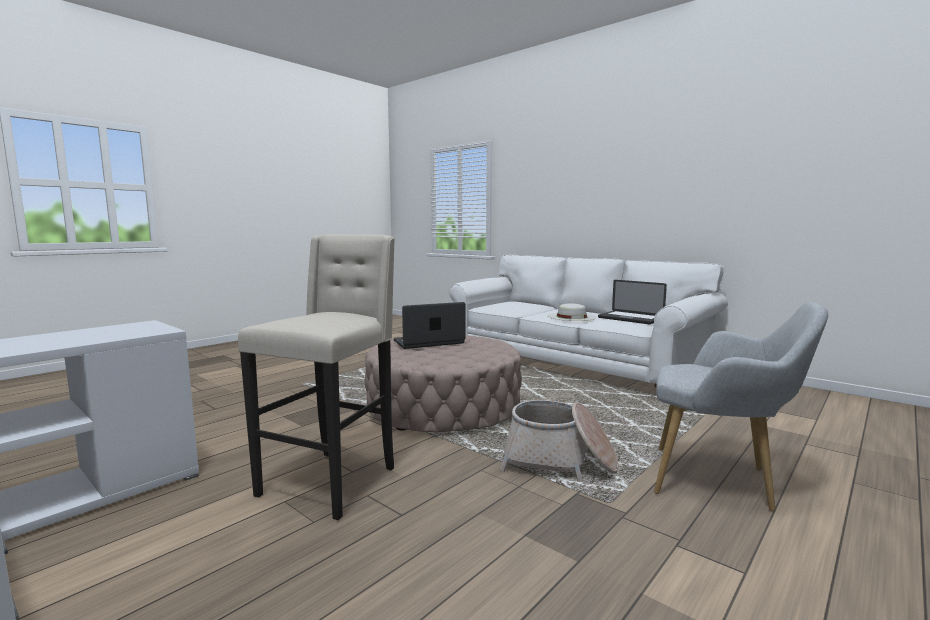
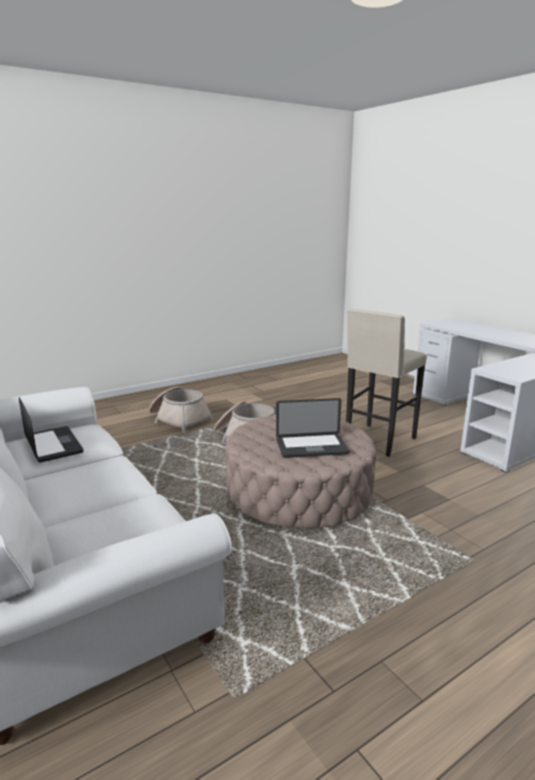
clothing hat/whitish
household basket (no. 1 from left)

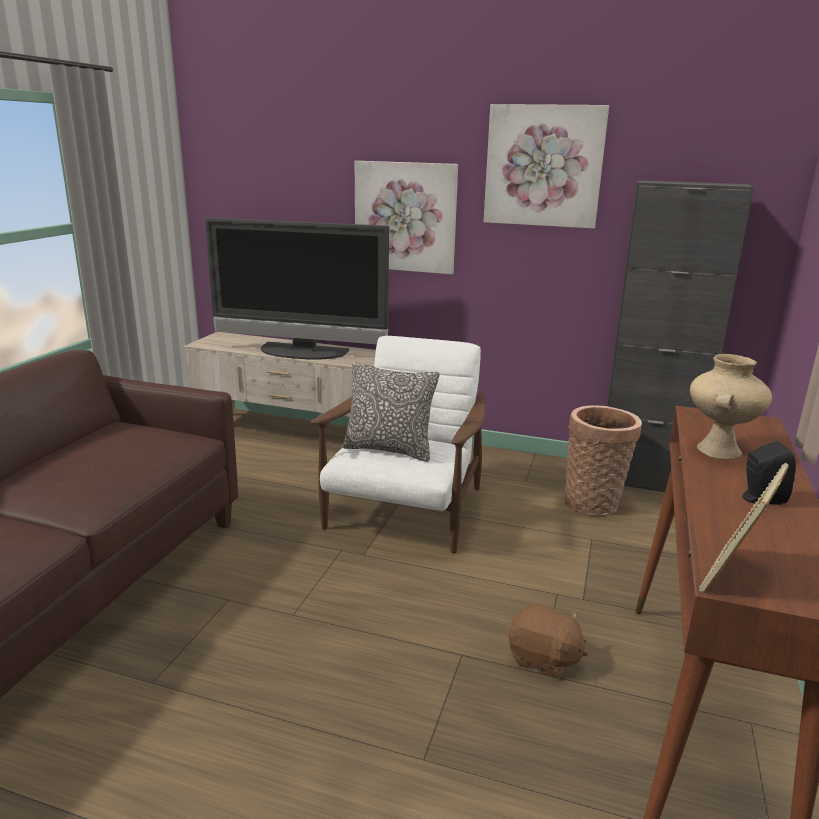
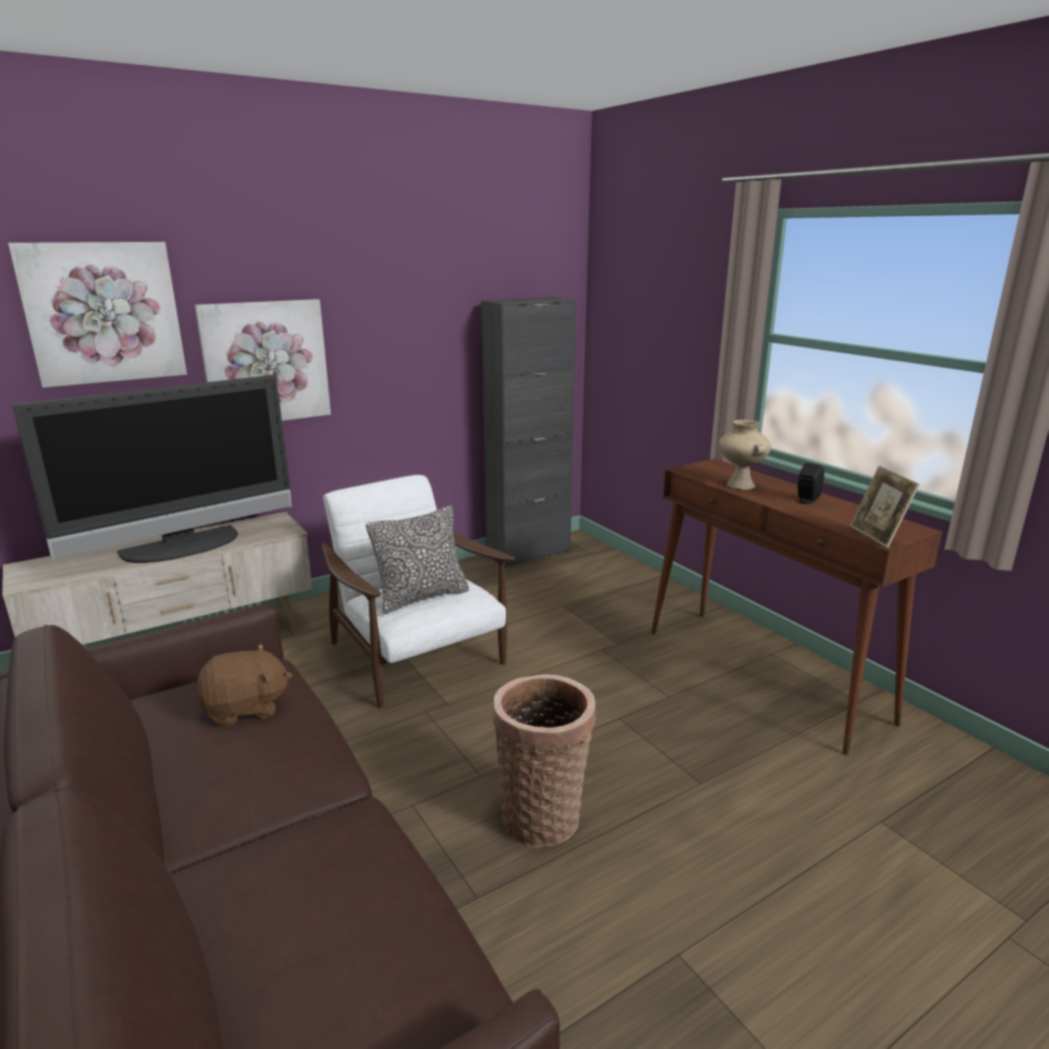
wall art (no. 1 from left)
soft toy/brown-coloured
household basket

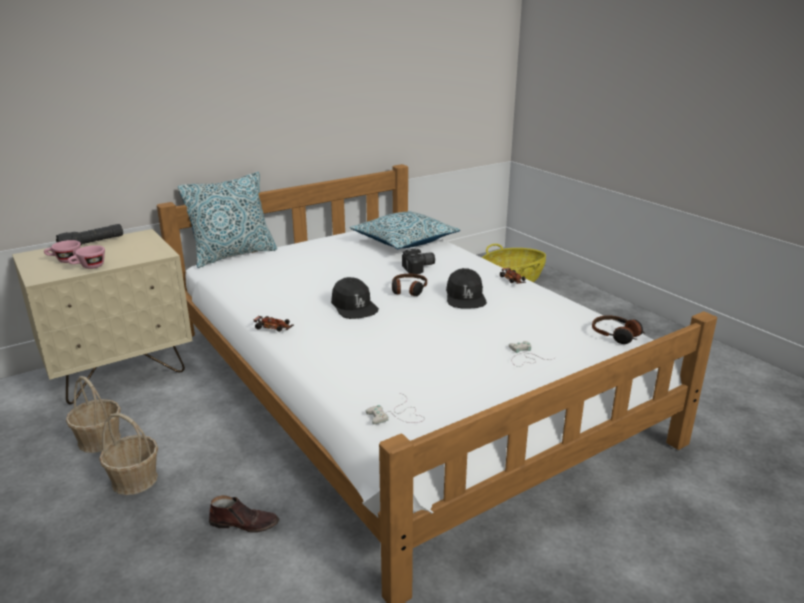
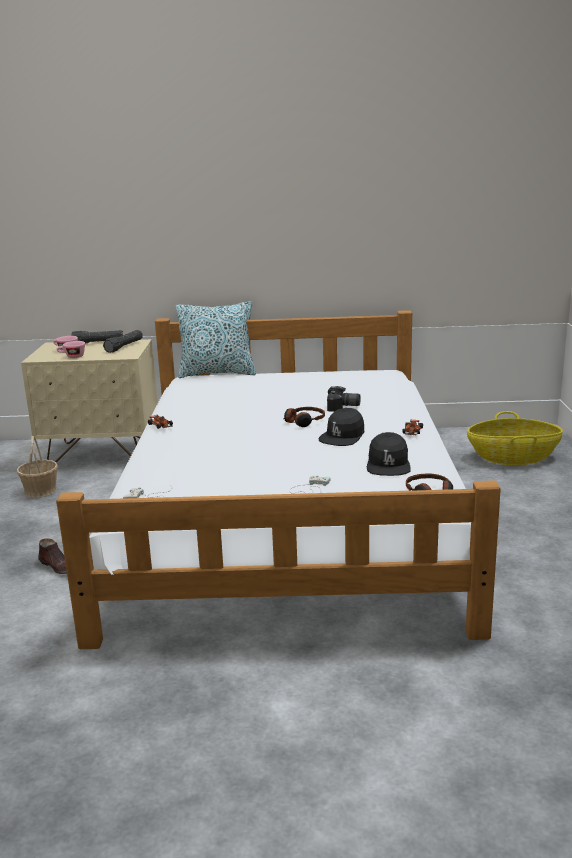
household basket (no. 2 from left in the first image)
cap/black (no. 2 from left)
cushion (no. 2 from left in the first image)
torch/black (no. 2 from left)

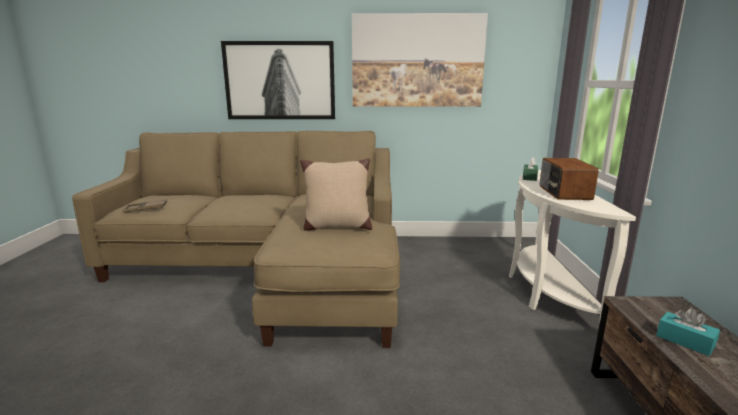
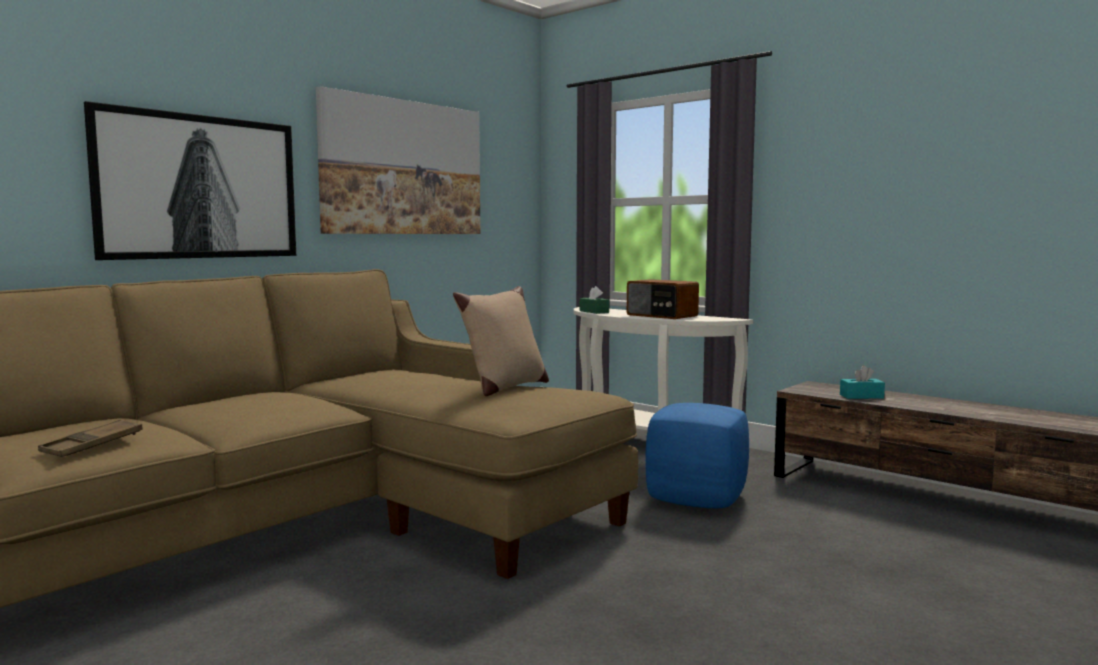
ottoman/bluish

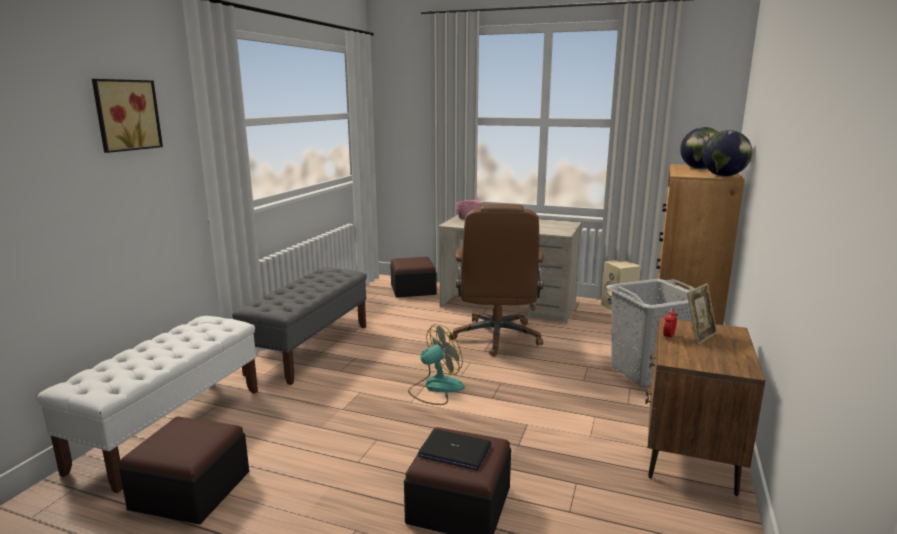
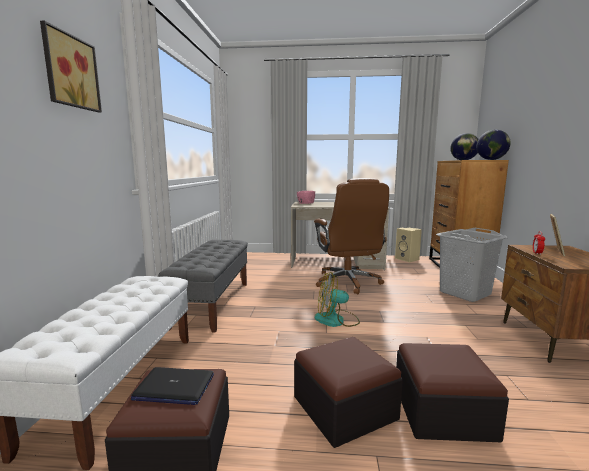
ottoman (no. 2 from left)
cooling fan
portable computer

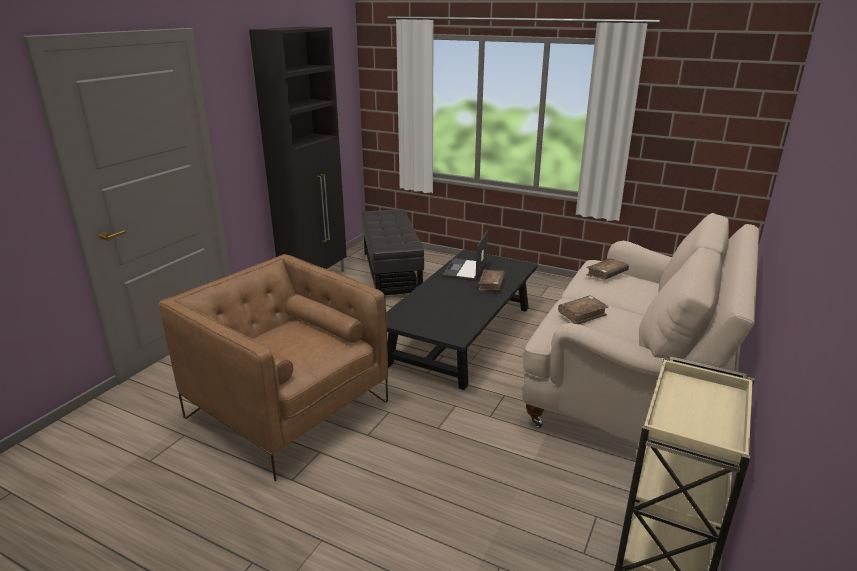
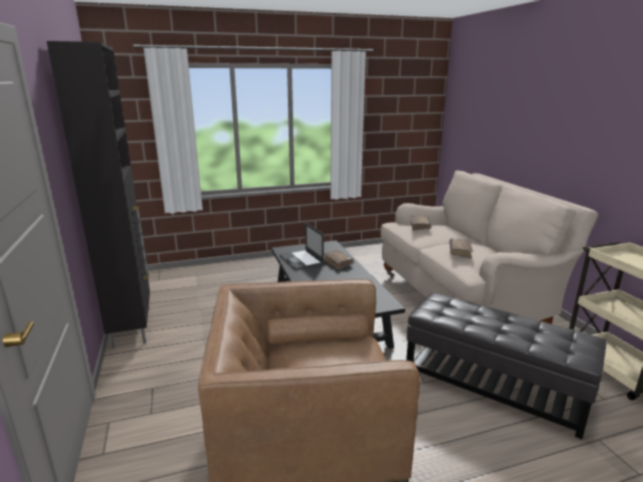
ottoman/black

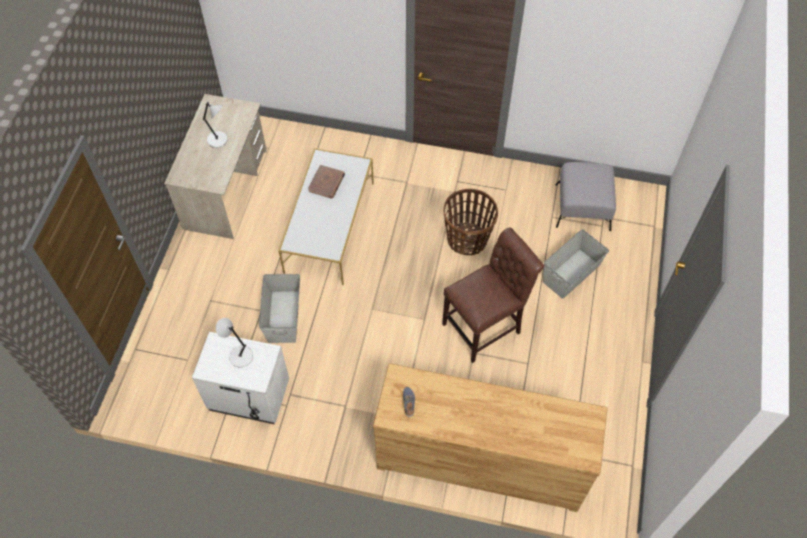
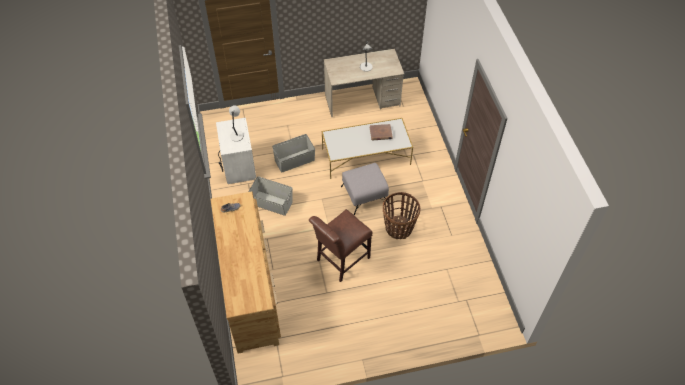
chair/brown-coloured
storage box/greyish (no. 1 from left)
ottoman/greyish

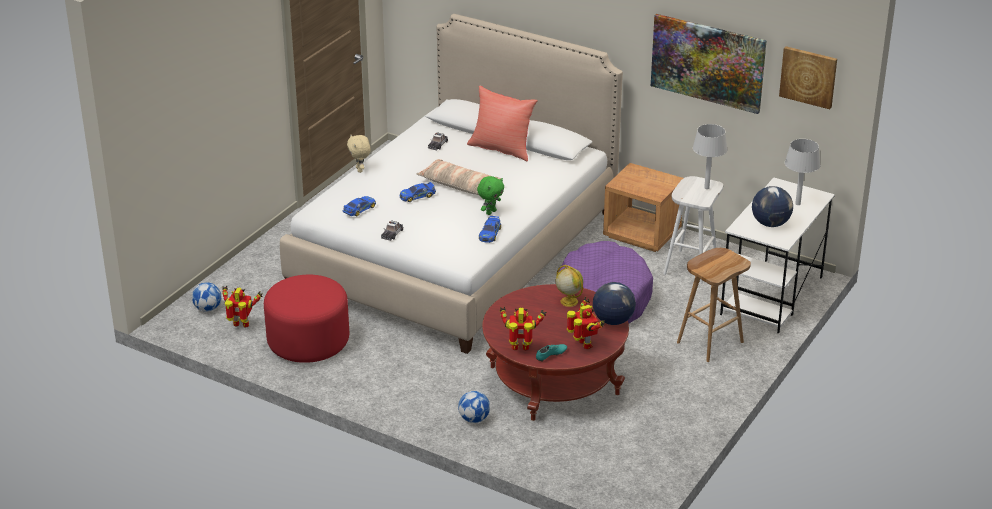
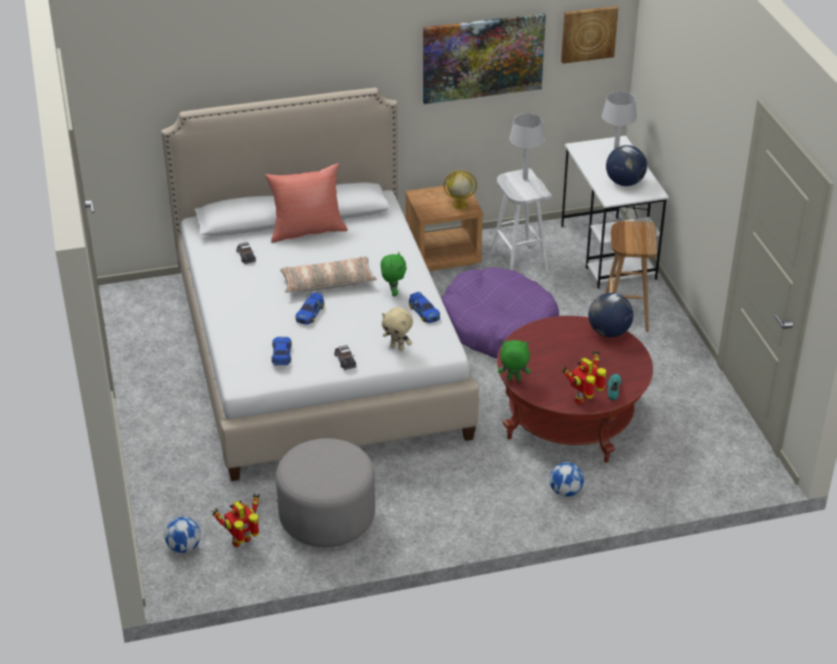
ottoman/greyish
soft toy/beige-coloured
globe (no. 1 from left)
toy robot (no. 3 from left in the first image)
soft toy/greenish (no. 2 from left)

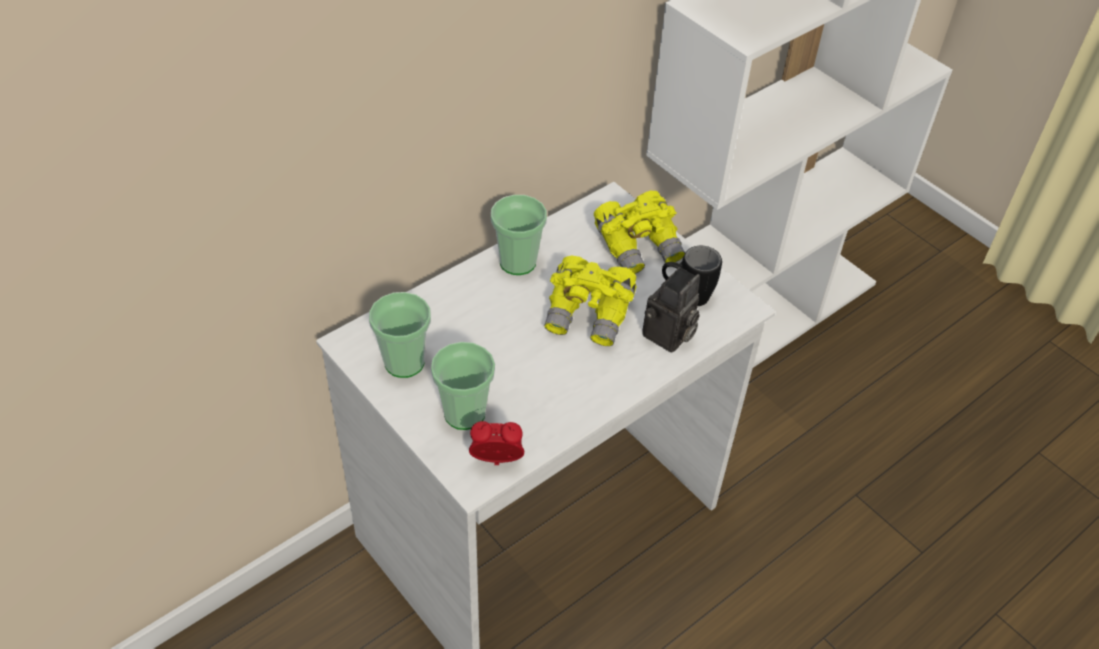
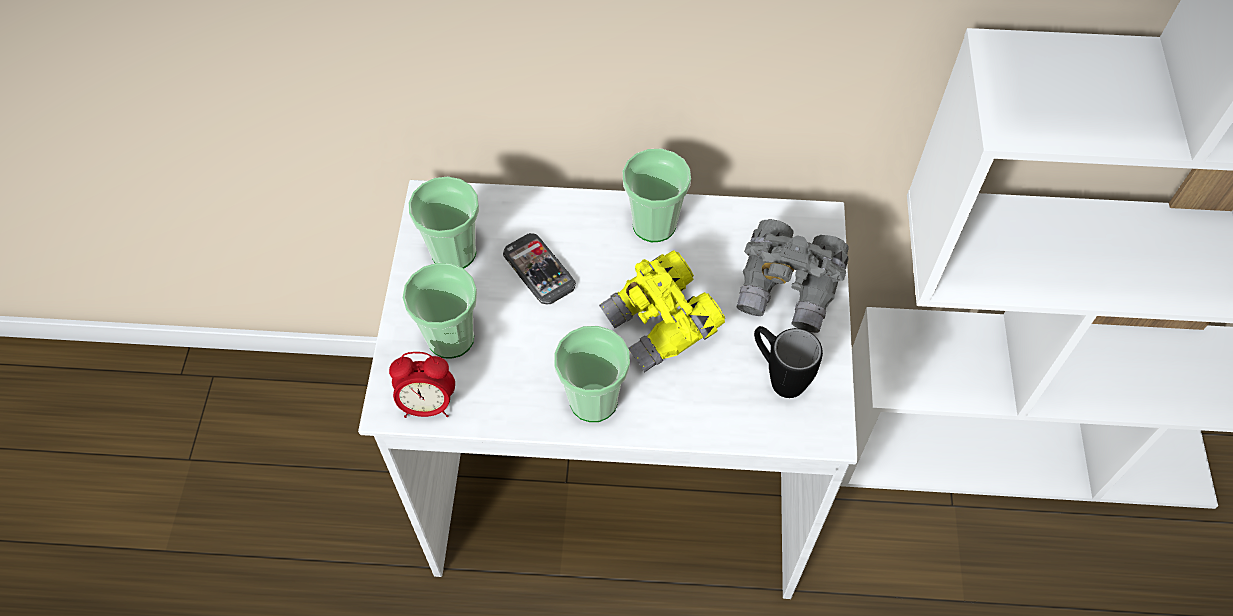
table clock
pair of binoculars/greyish
still camera
phone
cup (no. 3 from left)

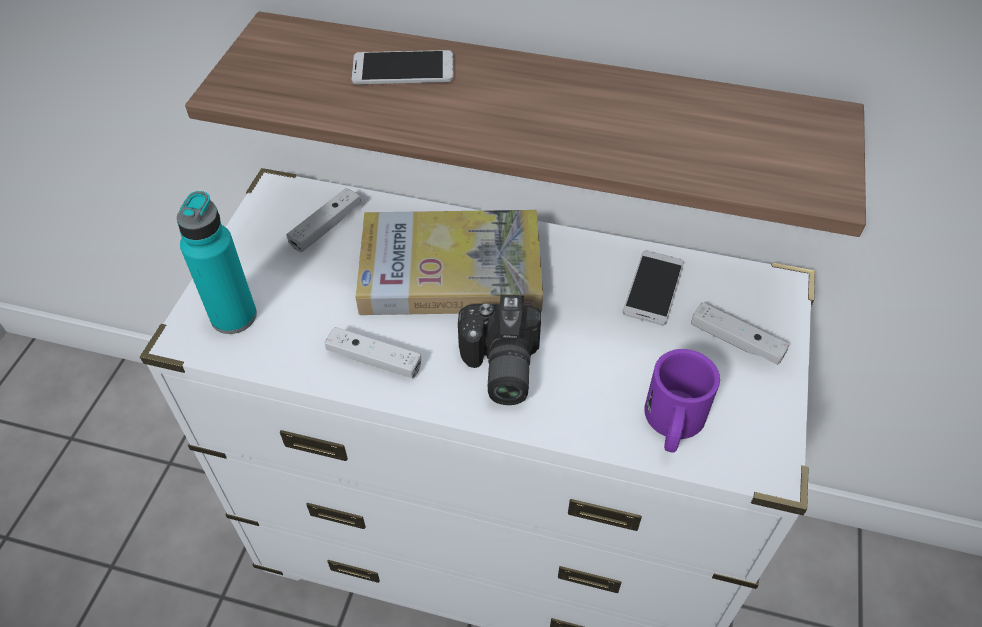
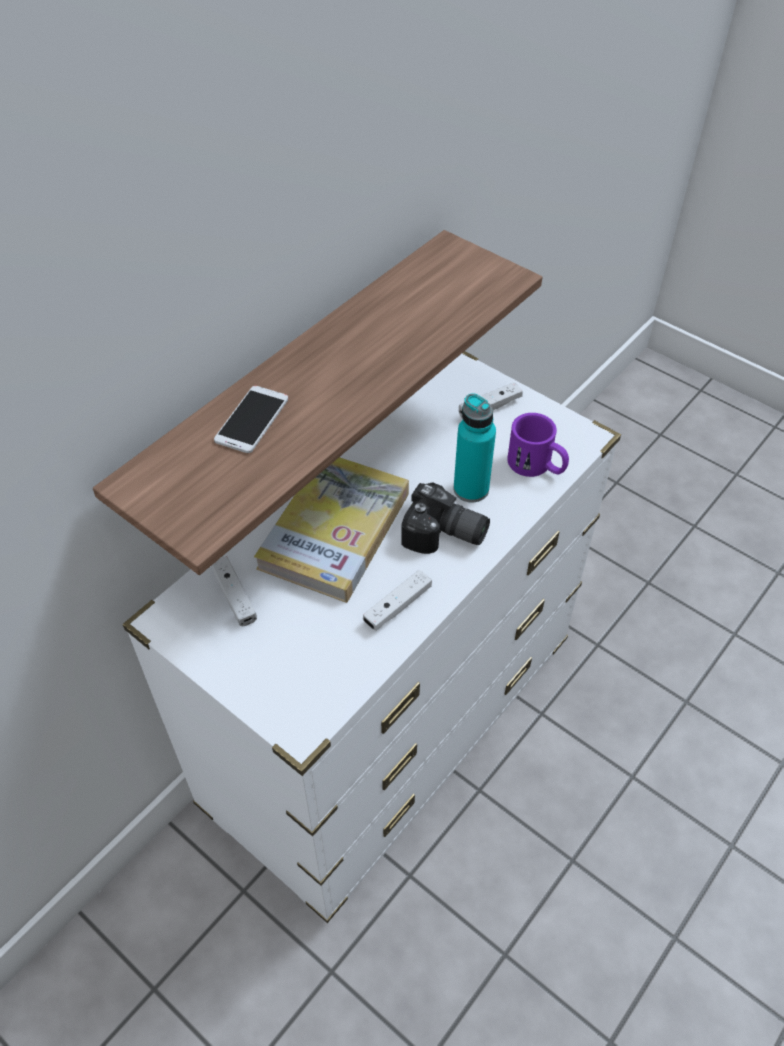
beverage bottle/blue-green
phone (no. 2 from left in the first image)

